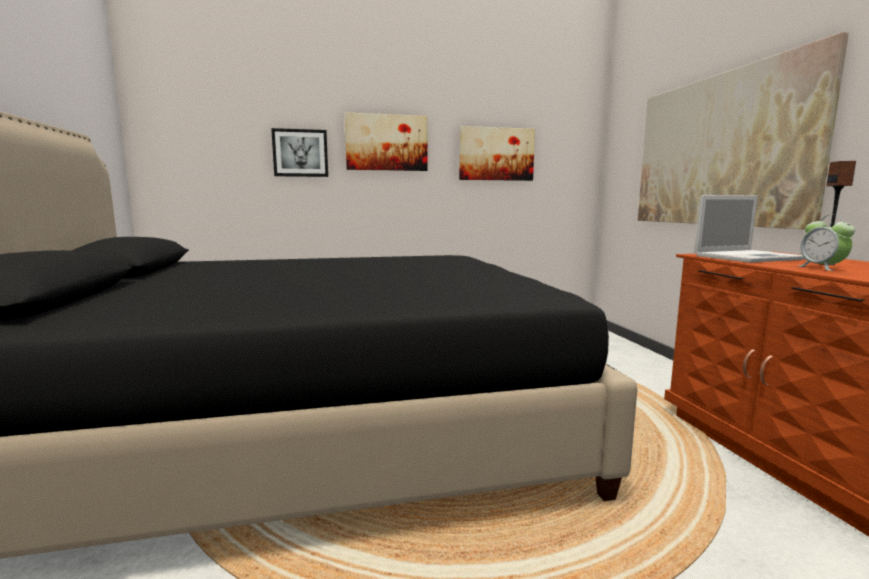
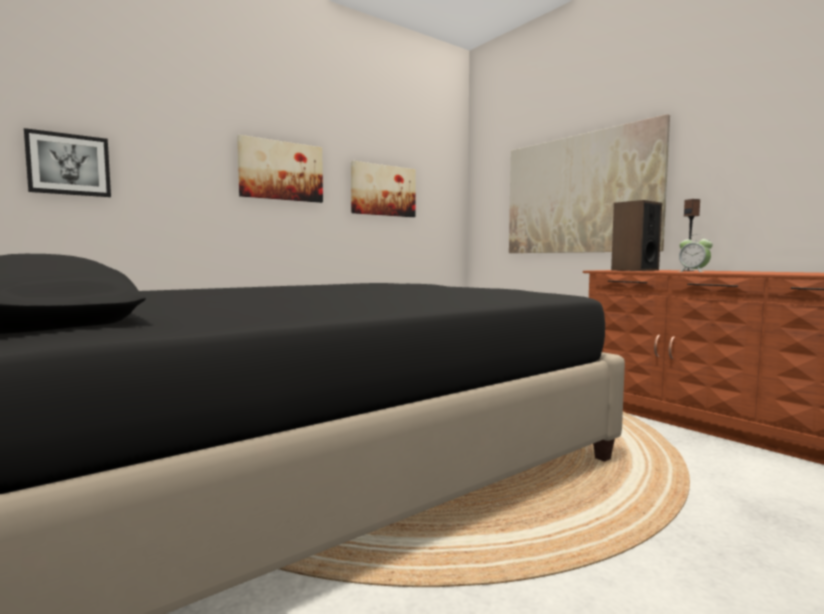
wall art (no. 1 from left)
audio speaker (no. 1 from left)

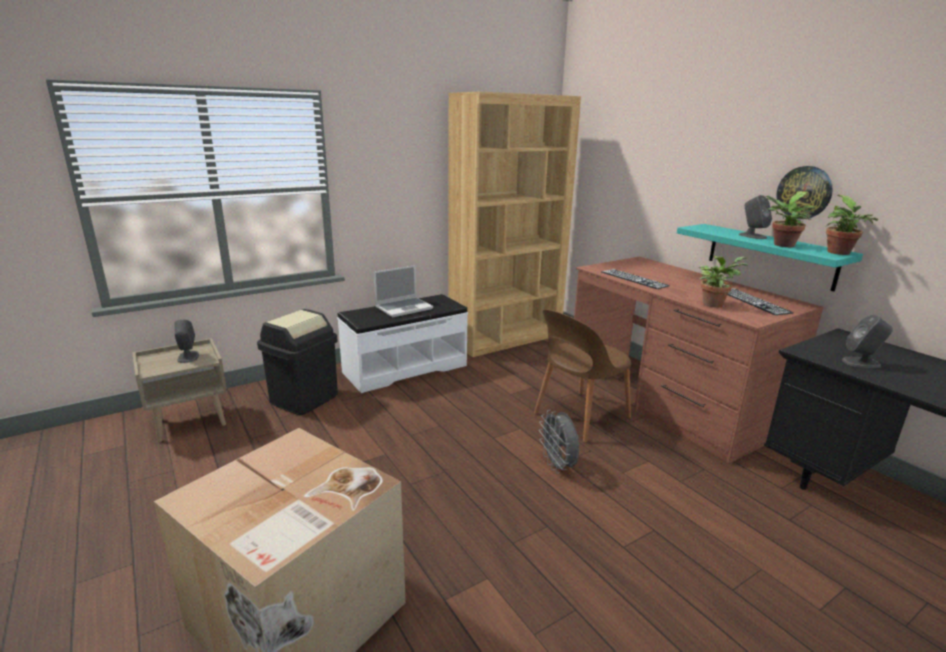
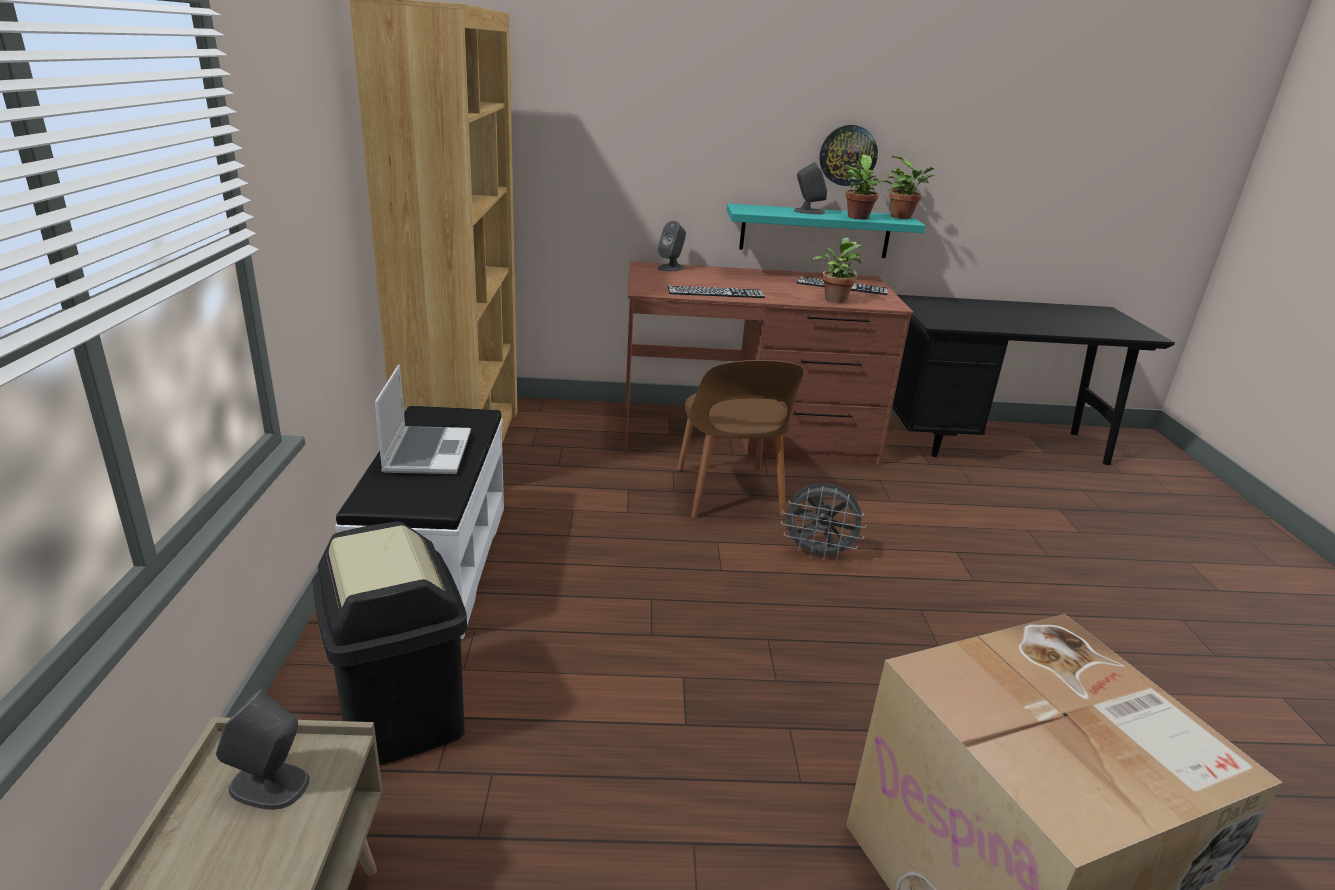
audio speaker/greyish (no. 2 from left)

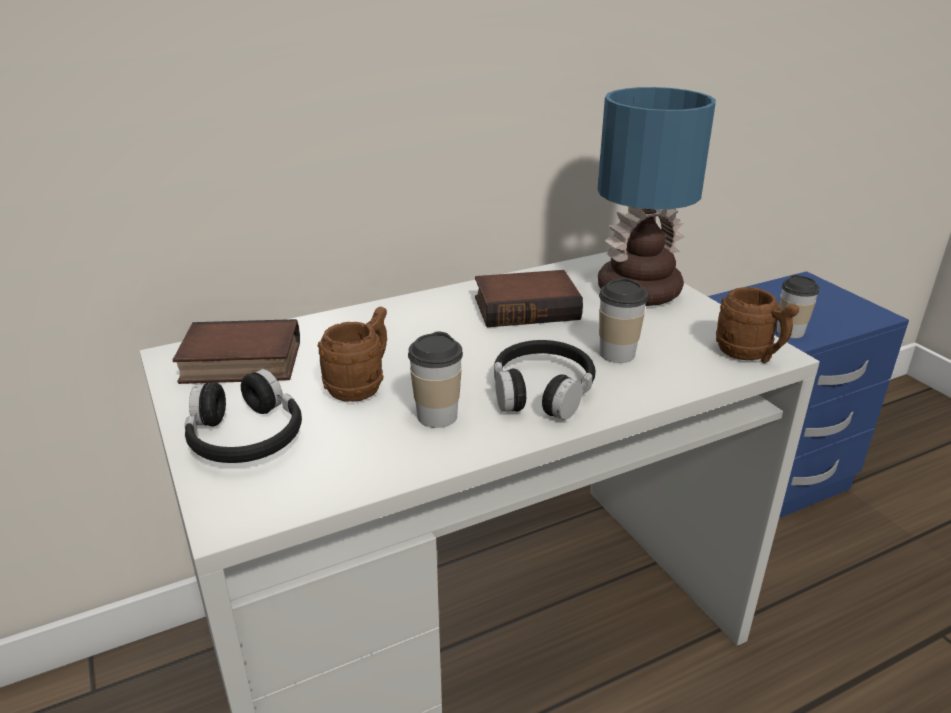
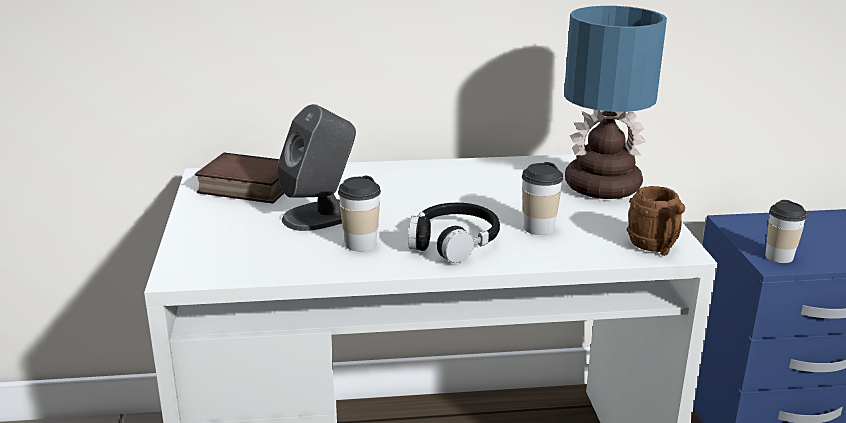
pair of headphones/black (no. 1 from left in the first image)
audio speaker/greyish
bound book (no. 2 from left in the first image)

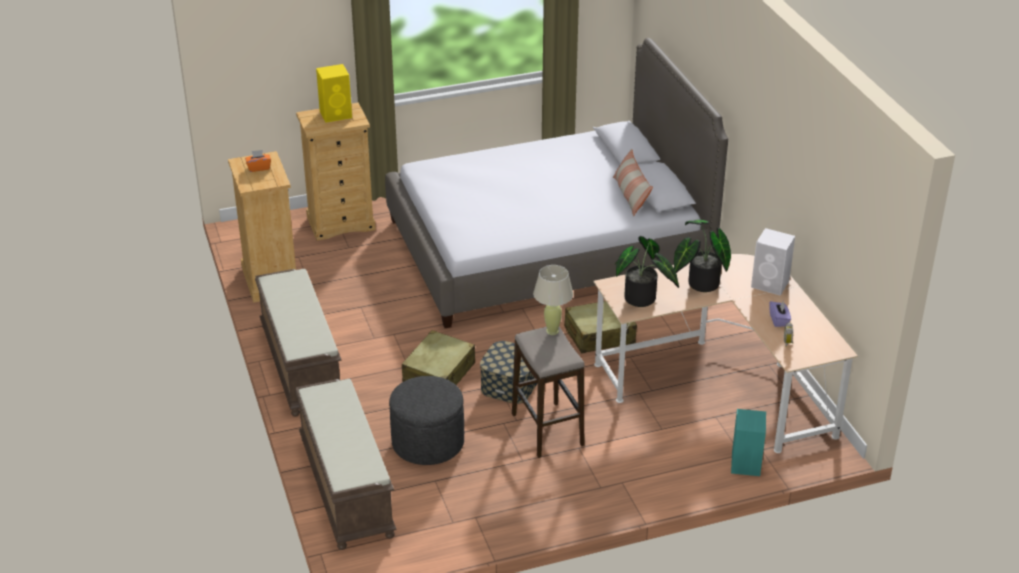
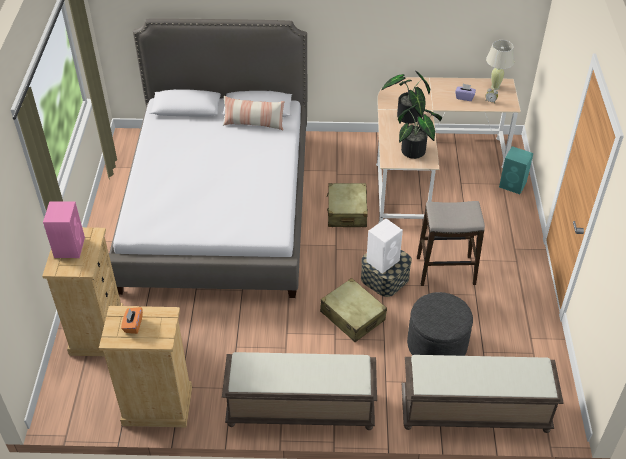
audio speaker/pink-coloured
tabletop lamp/beige-coloured
audio speaker/whitish

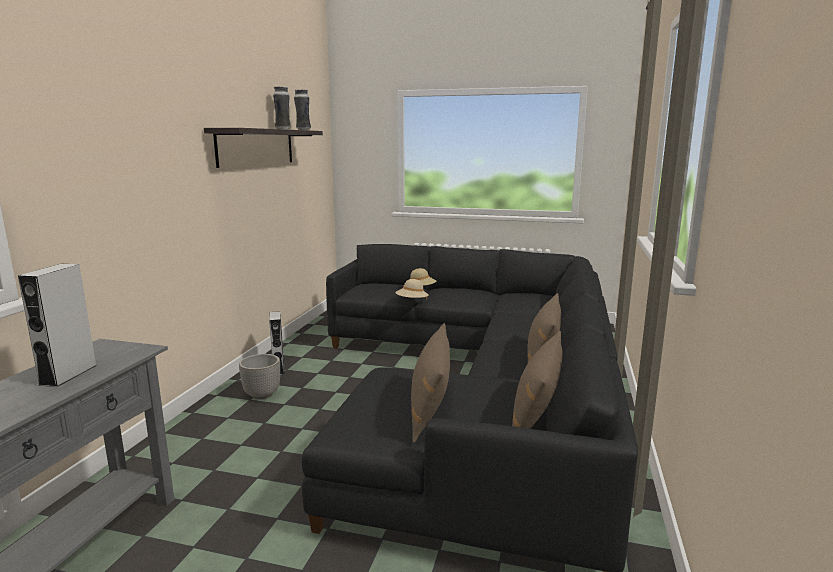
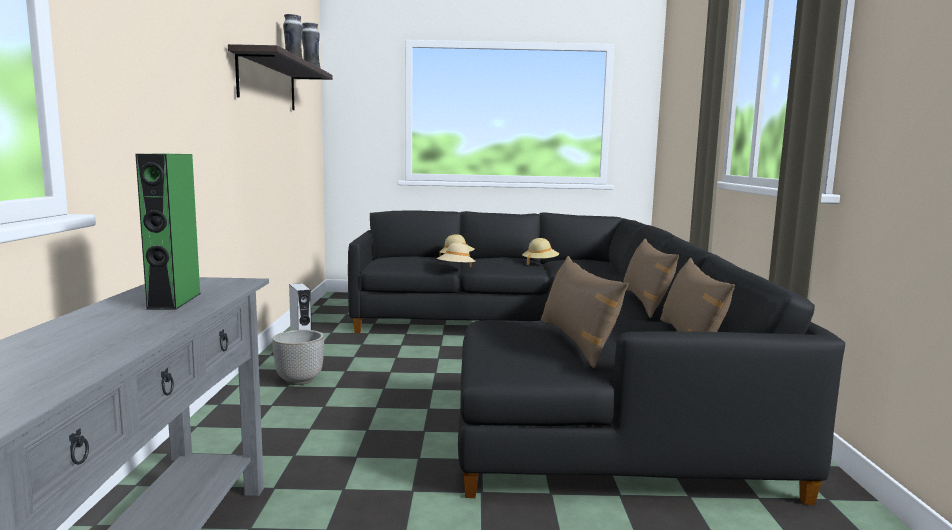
audio speaker/greenish
clothing hat/beige-coloured (no. 3 from left)

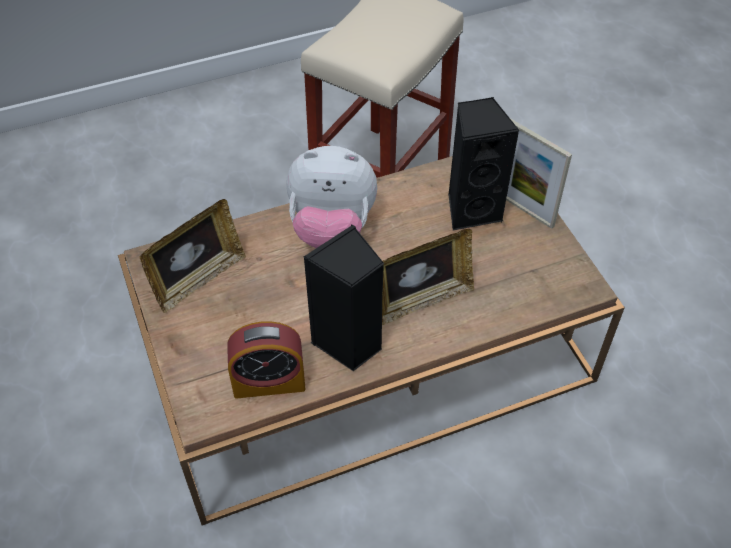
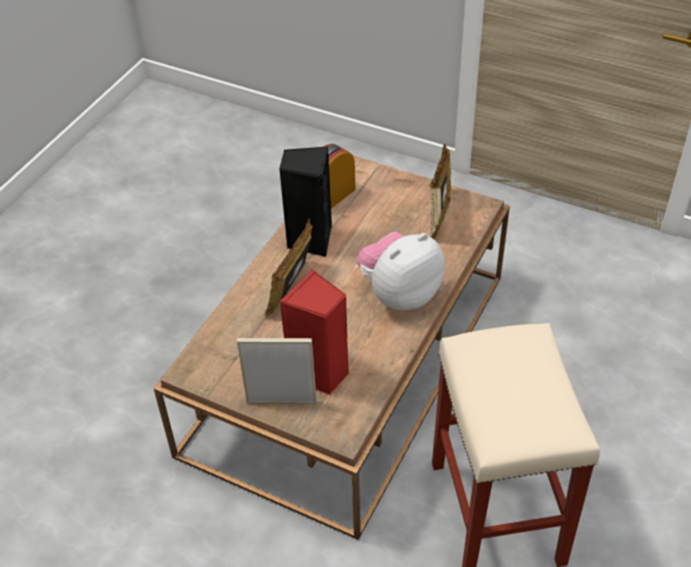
audio speaker/red-coloured

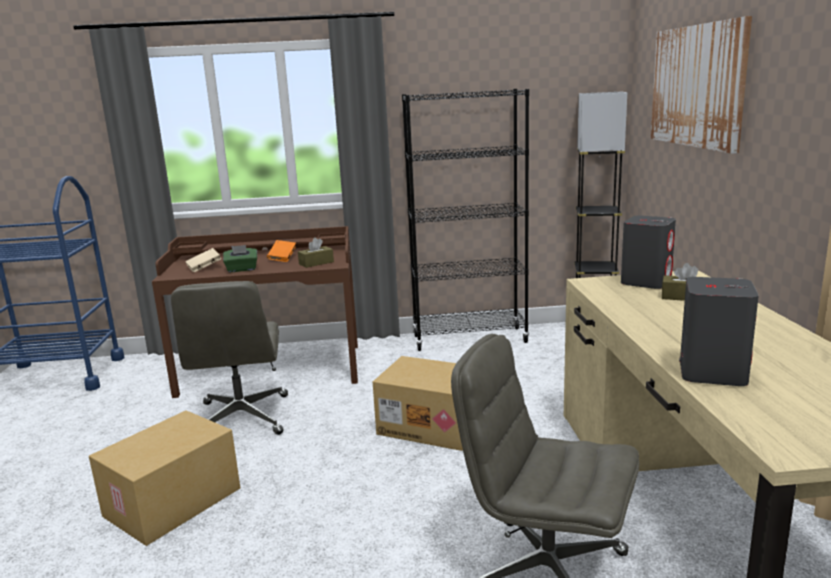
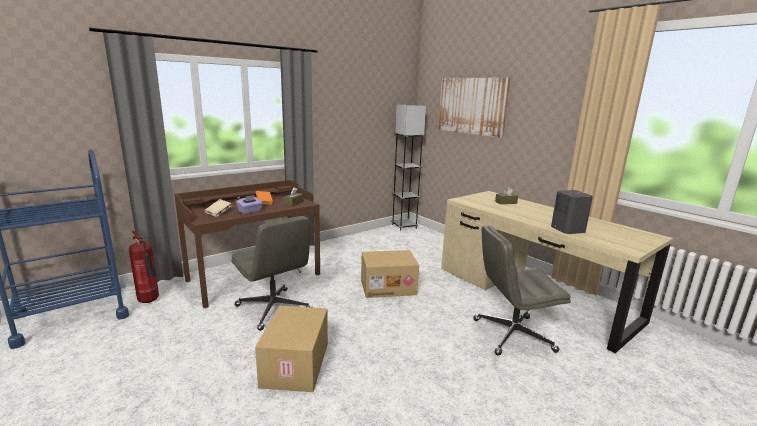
box of tissues/purple
shelving unit/black
audio speaker/greyish (no. 1 from left in the first image)
extinguisher

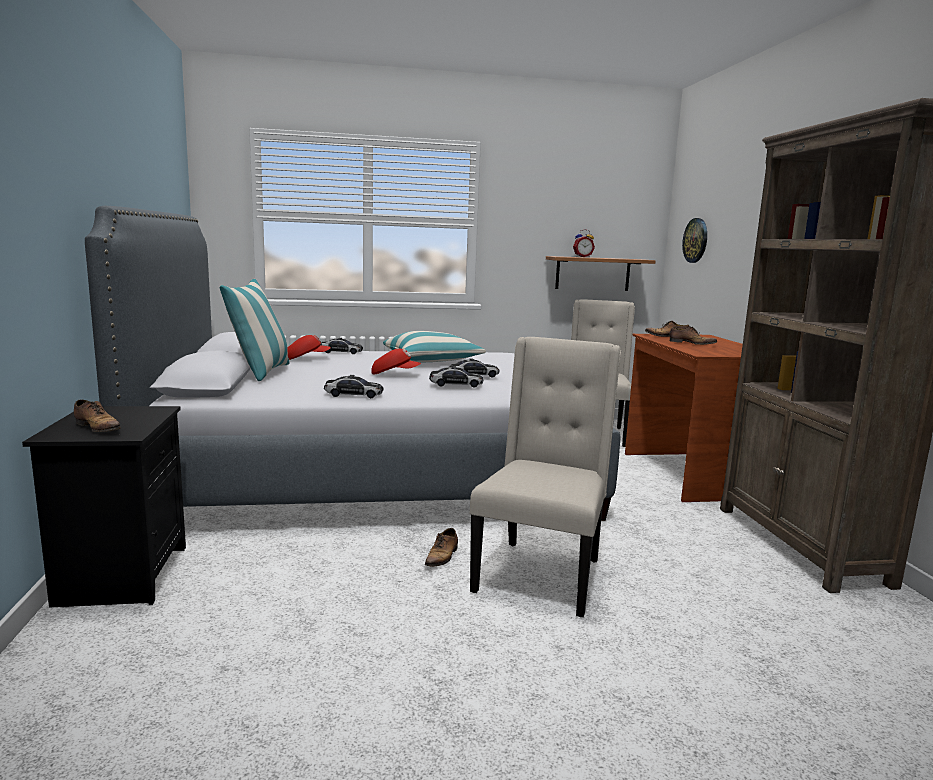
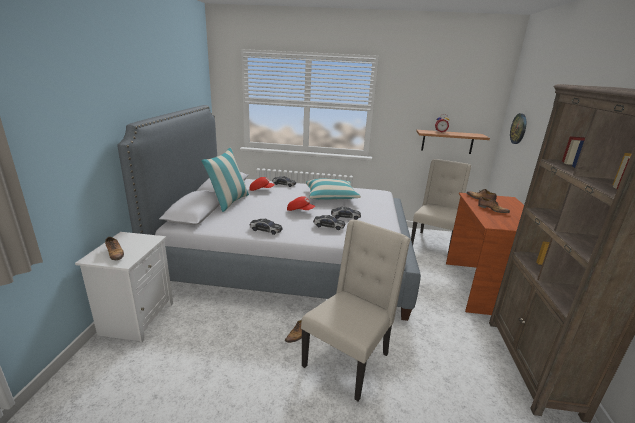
nightstand/whitish

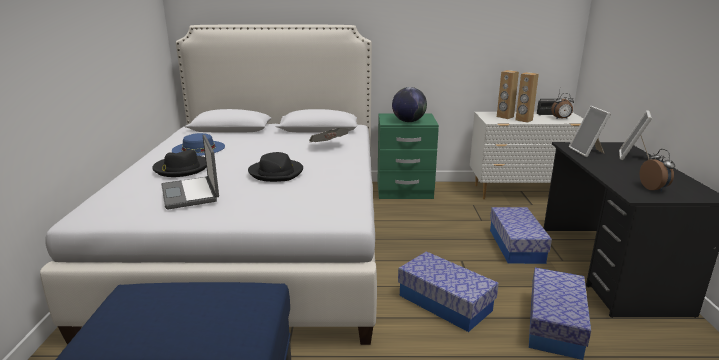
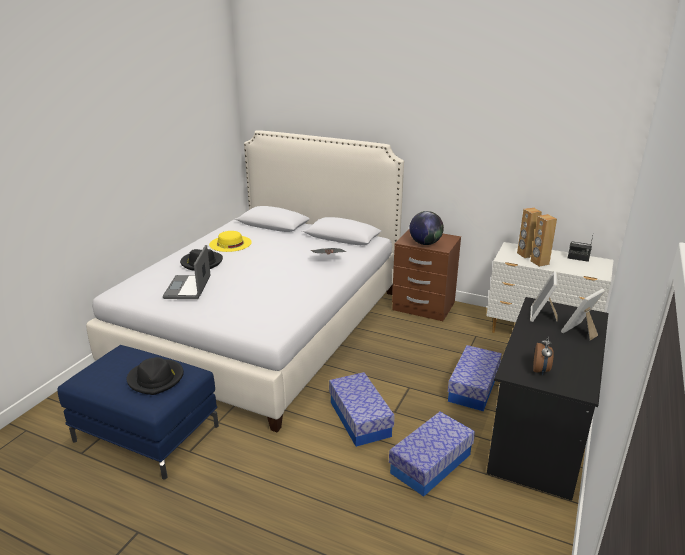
clothing hat/yellowish
clothing hat/black (no. 1 from left)
nightstand/brown-coloured
table clock (no. 1 from left in the first image)

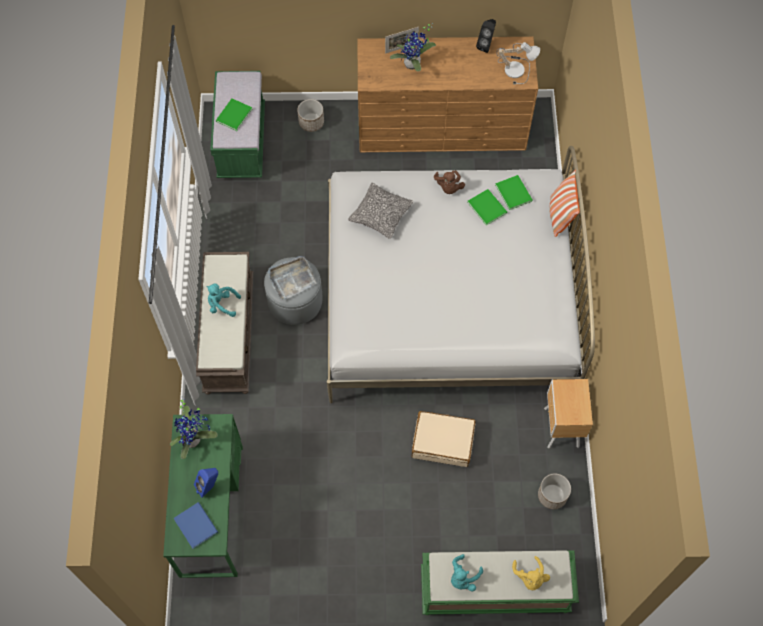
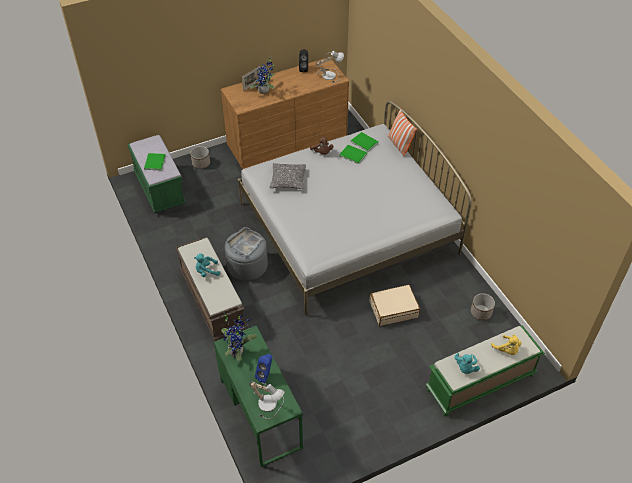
tabletop lamp (no. 1 from left)
nightstand/brown-coloured

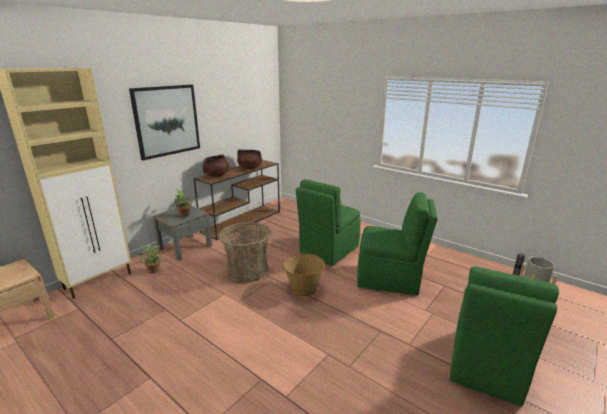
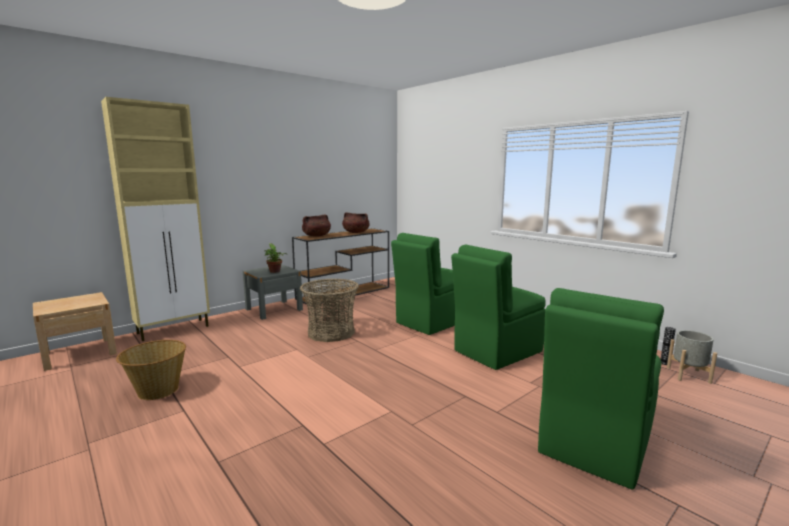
wall art
potted plant (no. 1 from left in the first image)
household basket (no. 1 from left)
chair/greenish (no. 2 from left)

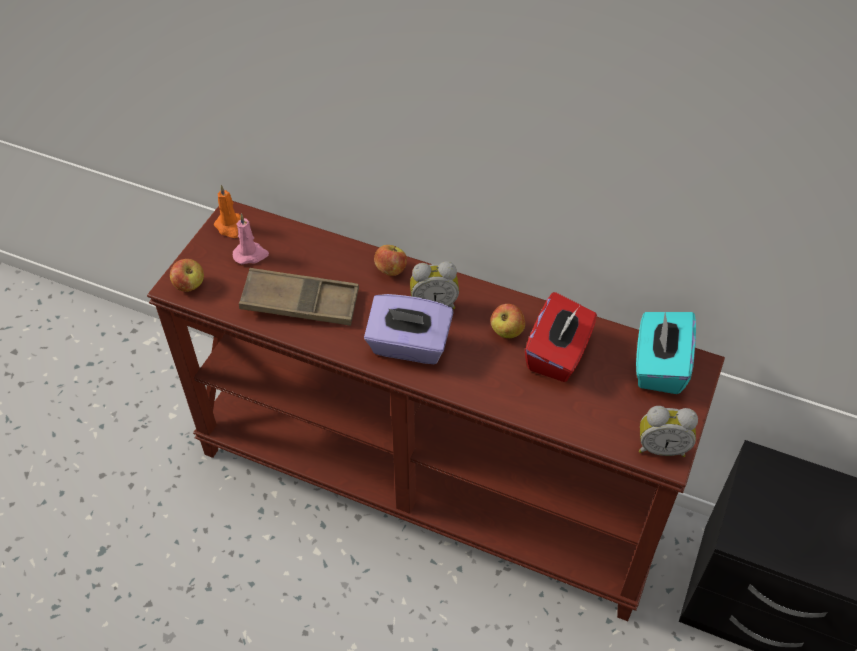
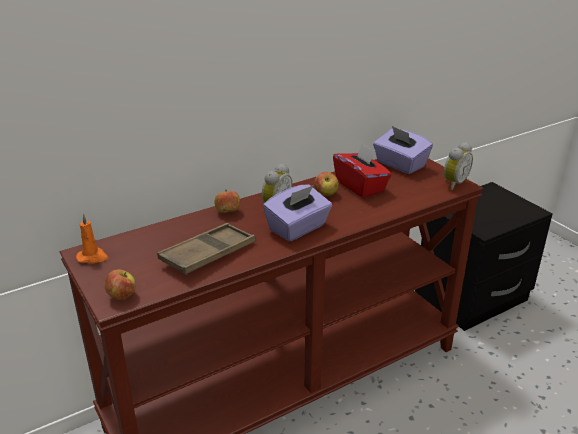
candle/pink-coloured
box of tissues/purple (no. 2 from left)

